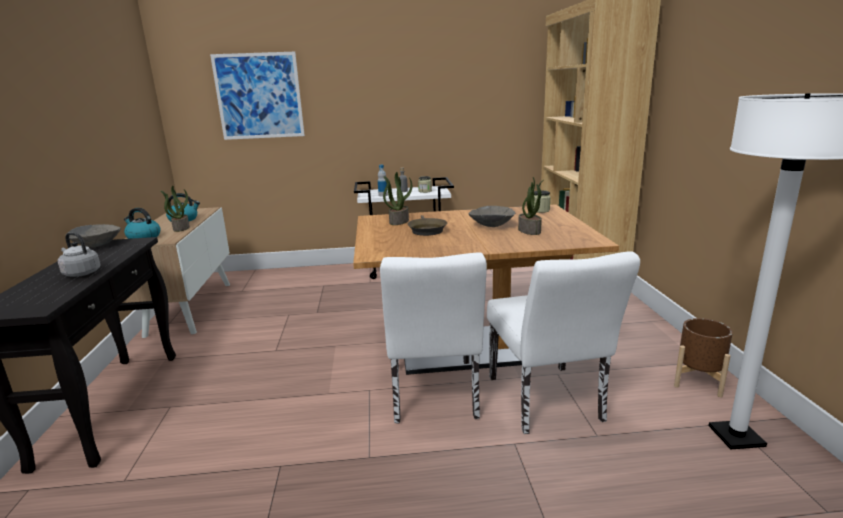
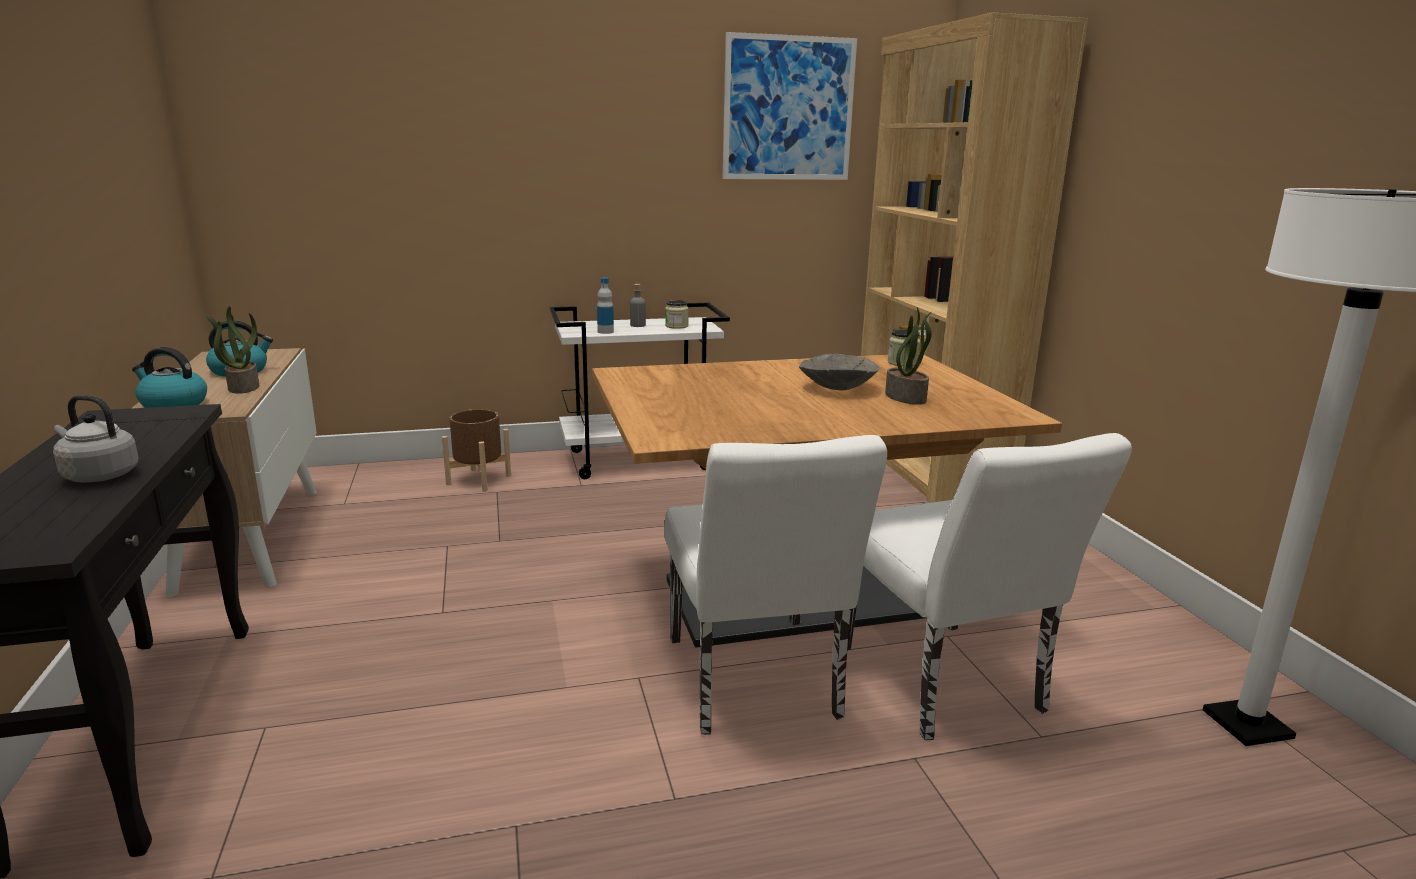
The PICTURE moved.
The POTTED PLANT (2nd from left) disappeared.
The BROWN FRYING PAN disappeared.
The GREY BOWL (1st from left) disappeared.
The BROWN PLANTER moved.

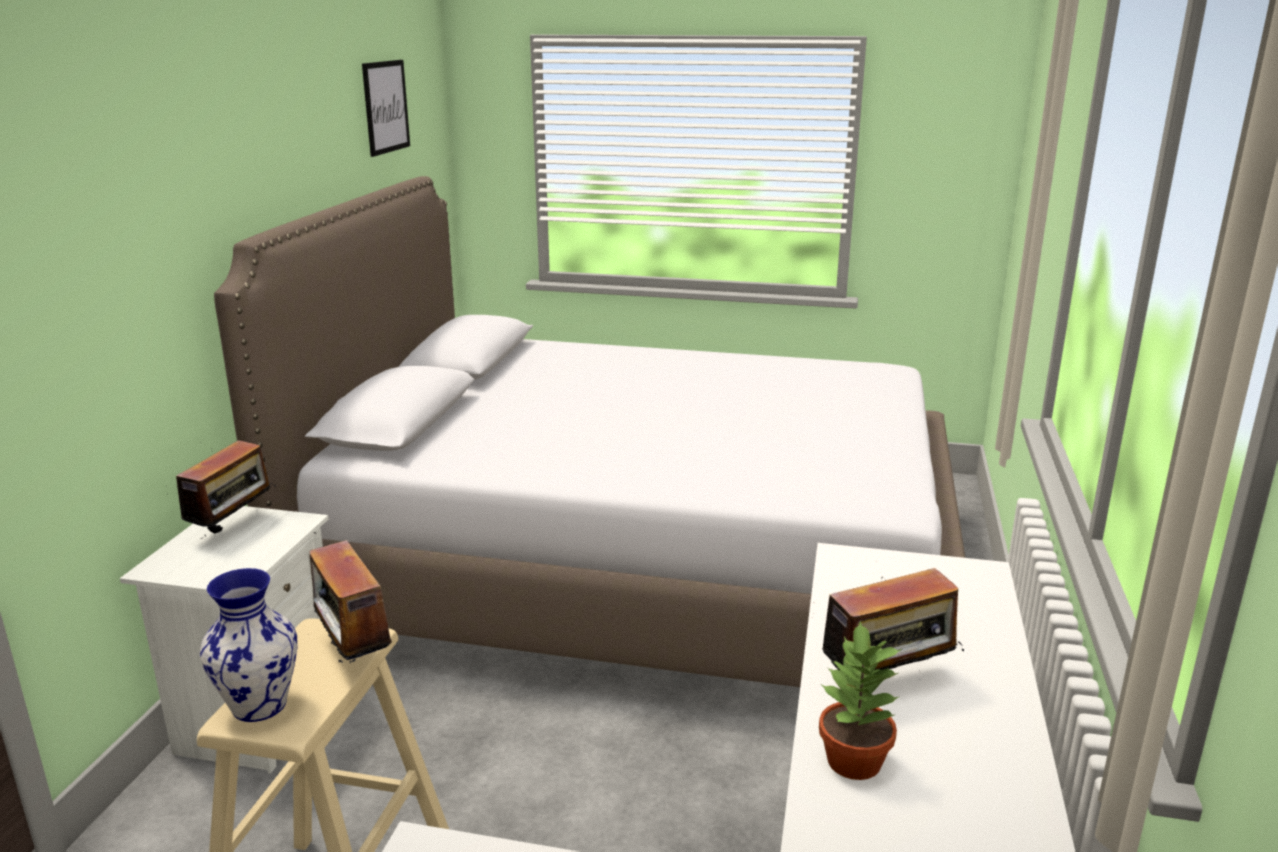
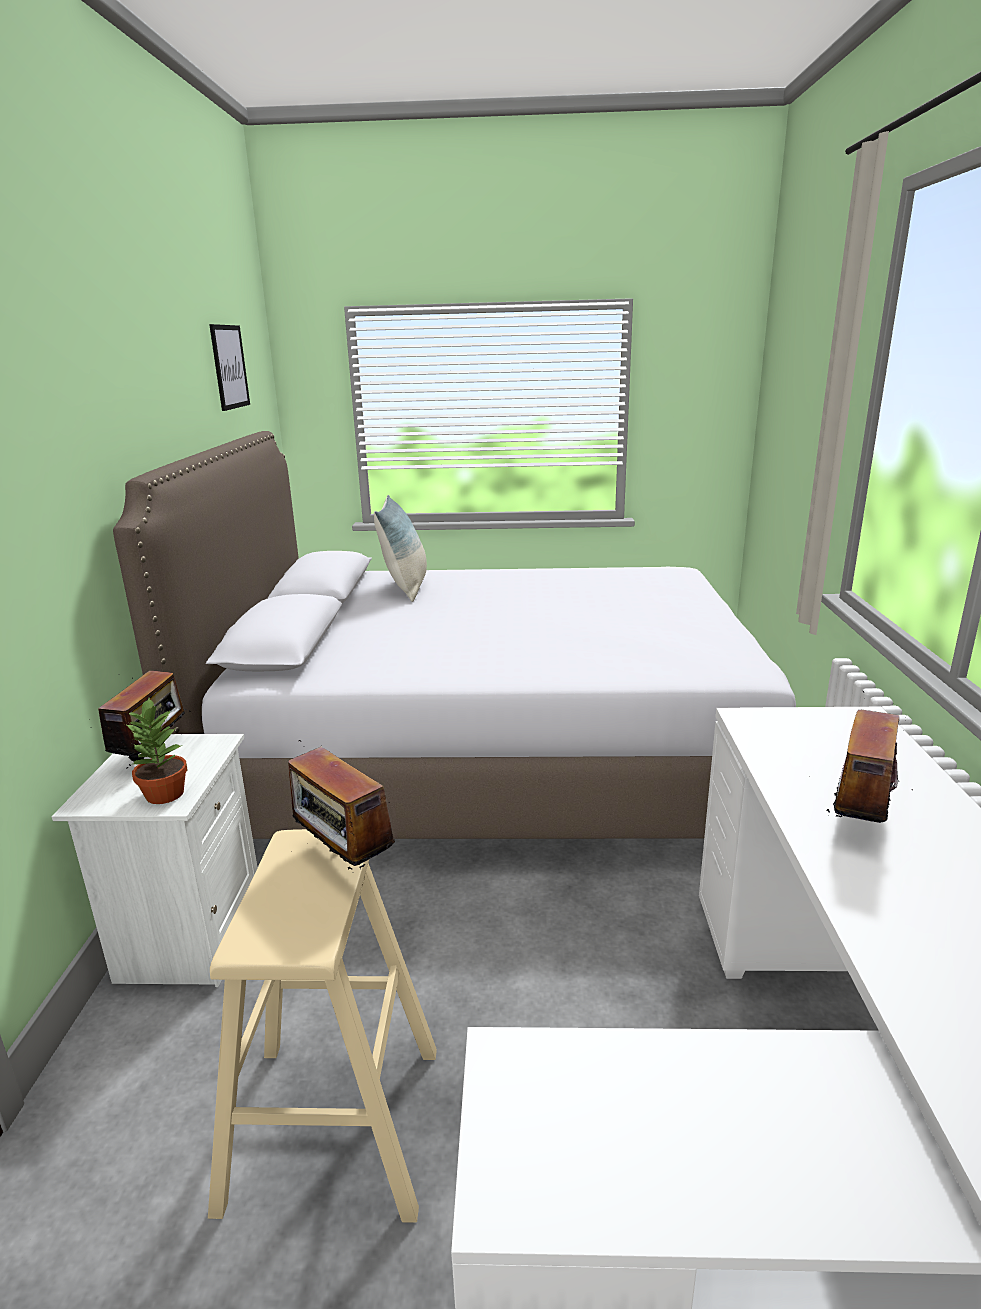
The RADIO (3rd from left) turned 150 degrees clockwise.
The VASE disappeared.
The POTTED PLANT moved.
The PILLOW appeared.

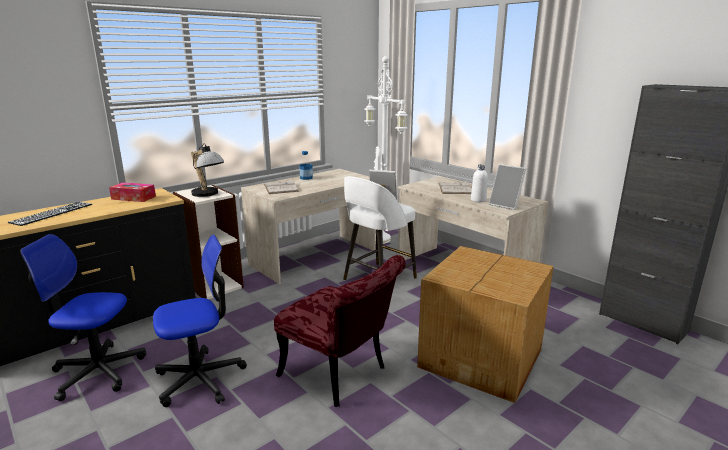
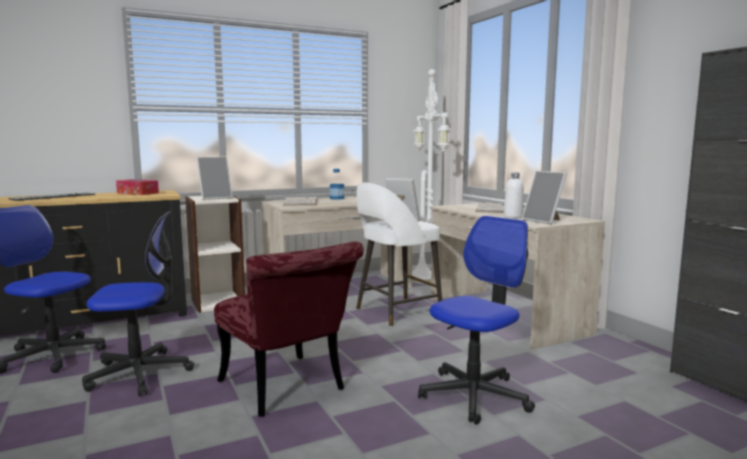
The TABLE LAMP was replaced by the PICTURE FRAME (1st from left).
The CARDBOARD BOX was replaced by the OFFICE CHAIR (3rd from left).

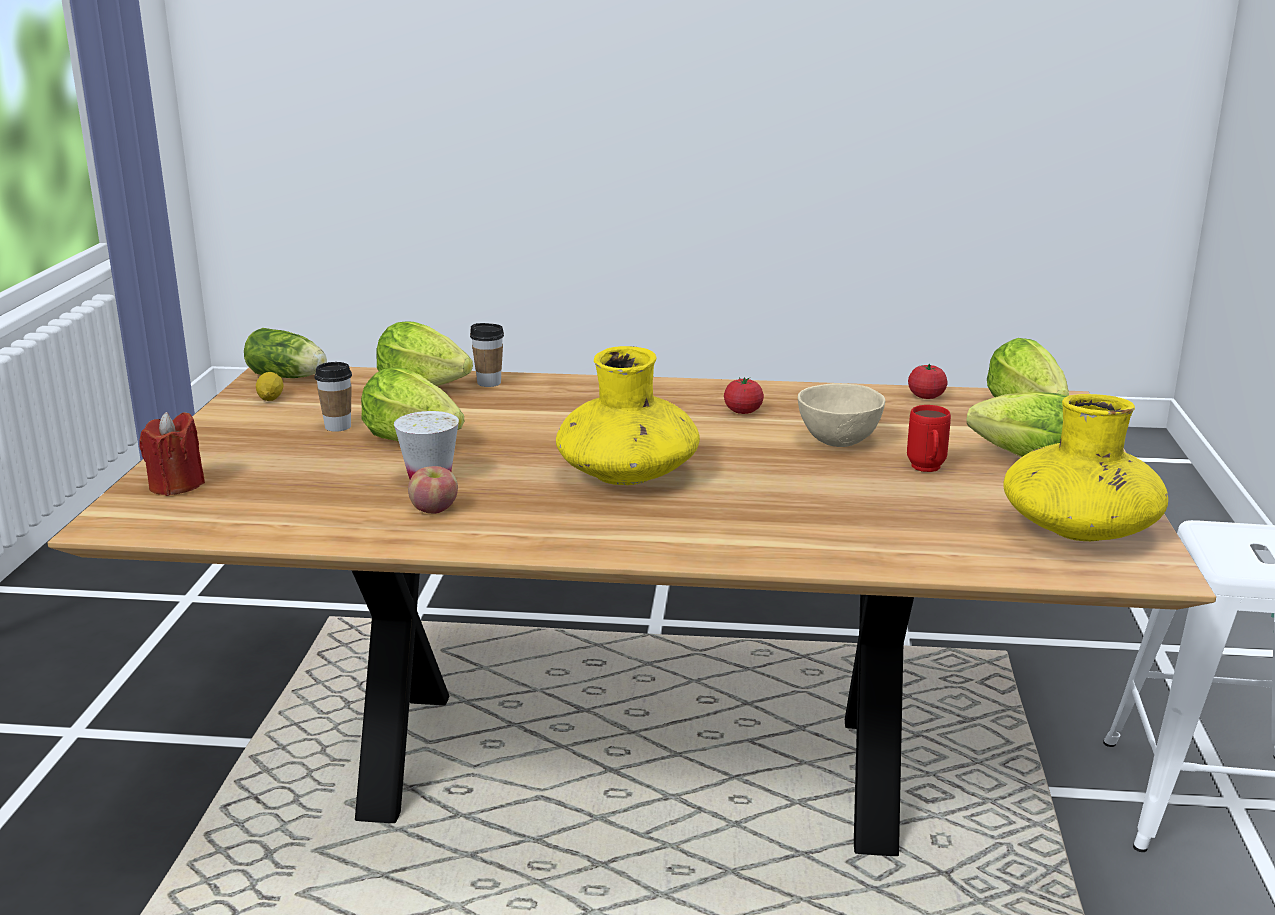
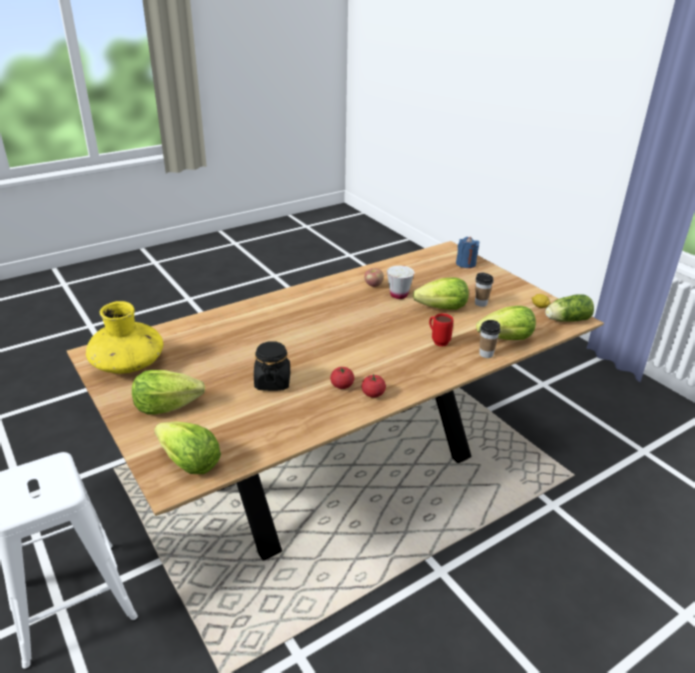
The YELLOW VASE (1st from left) disappeared.
The TOMATO (2nd from left) moved.
The BEIGE BOWL was replaced by the BLACK JAR.
The RED MUG moved.
The RED CANDLE became the BLUE CANDLE.

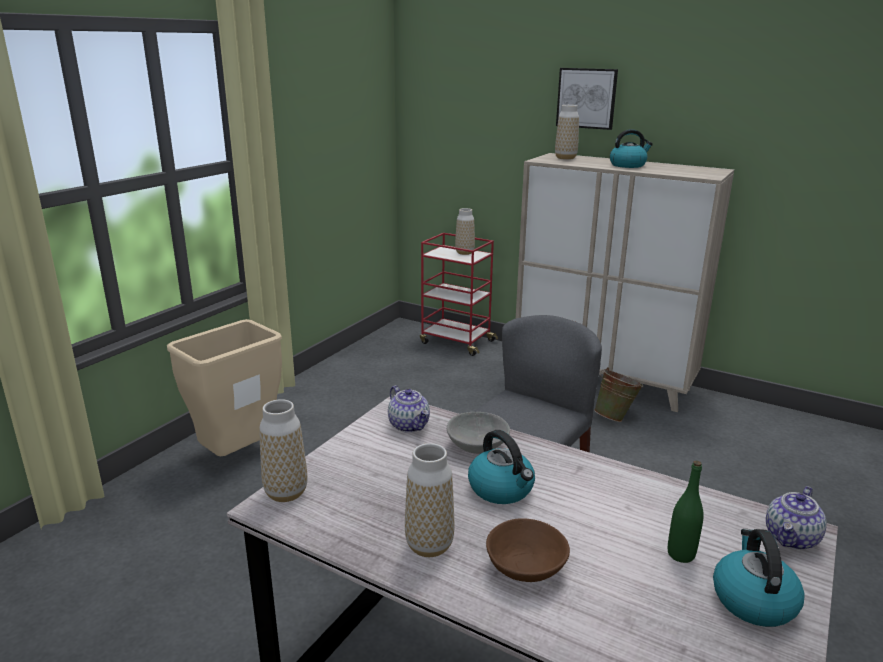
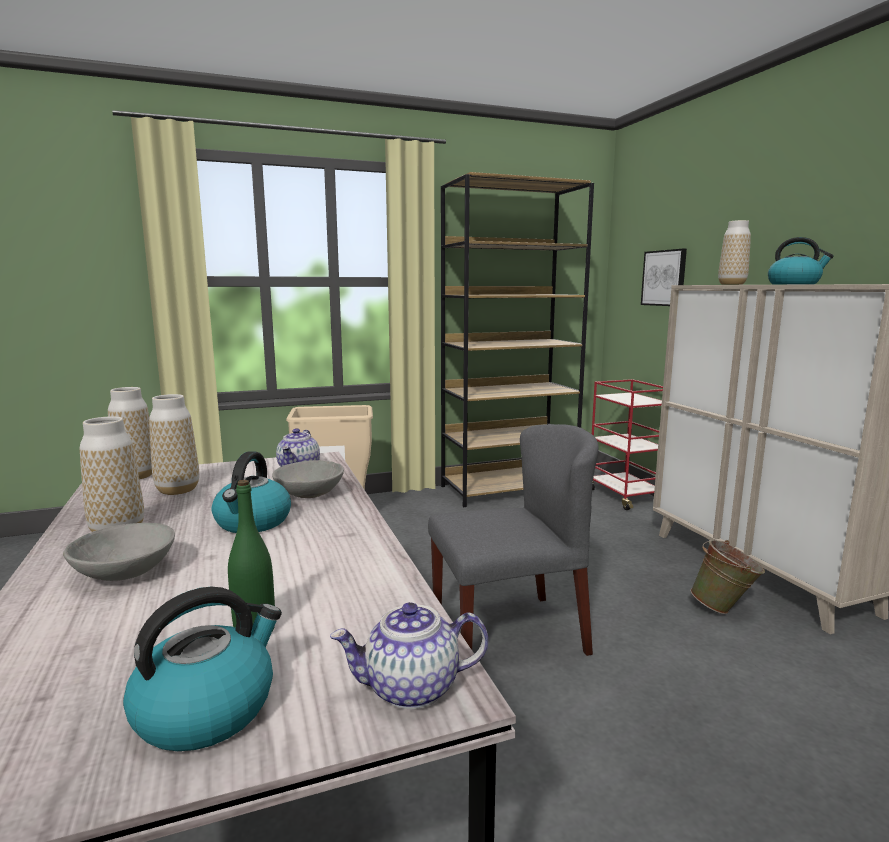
The PICTURE moved.
The VASE (3rd from left) moved.
The BROWN BOWL became the GREY BOWL (1st from left).
The BROWN BOOKCASE appeared.

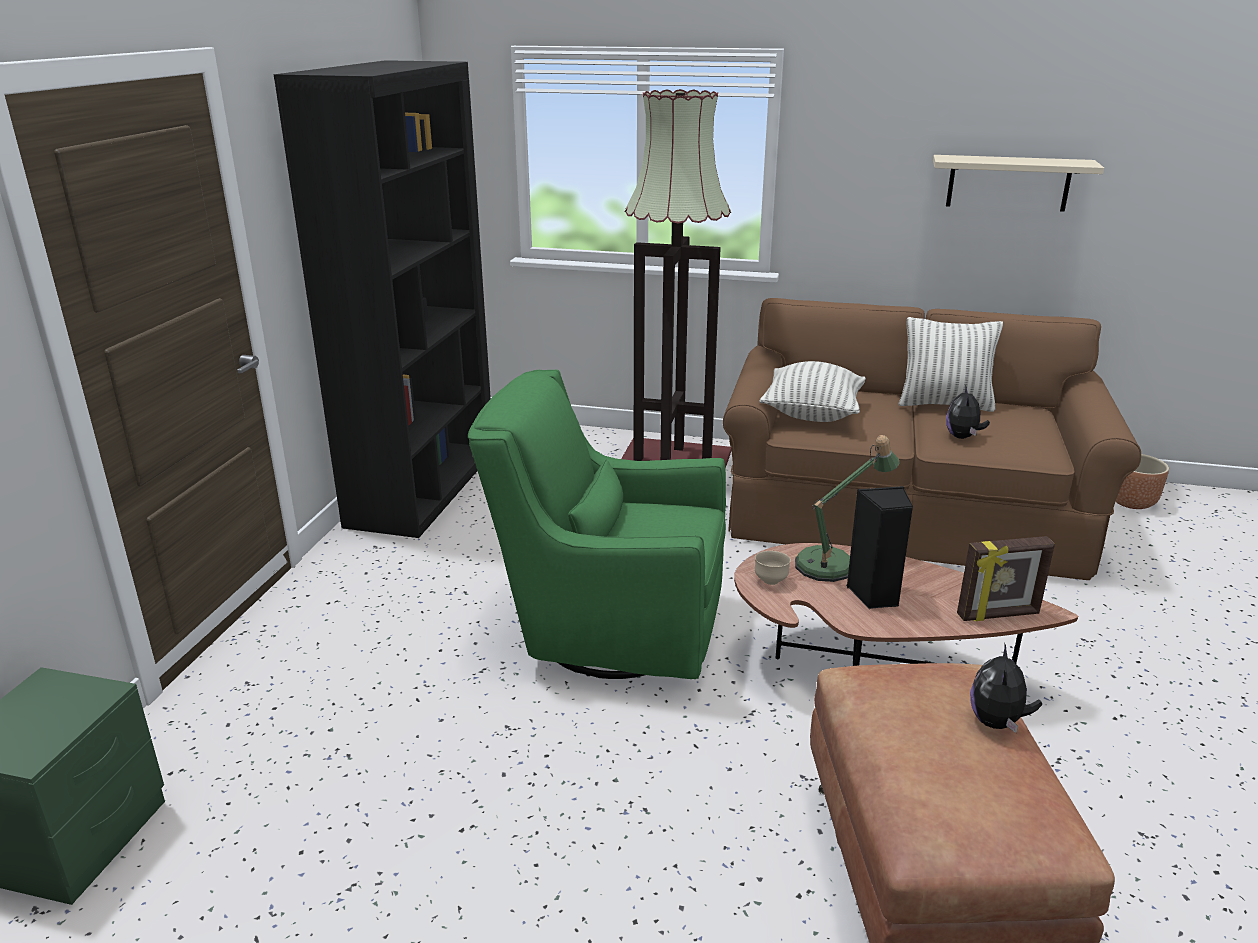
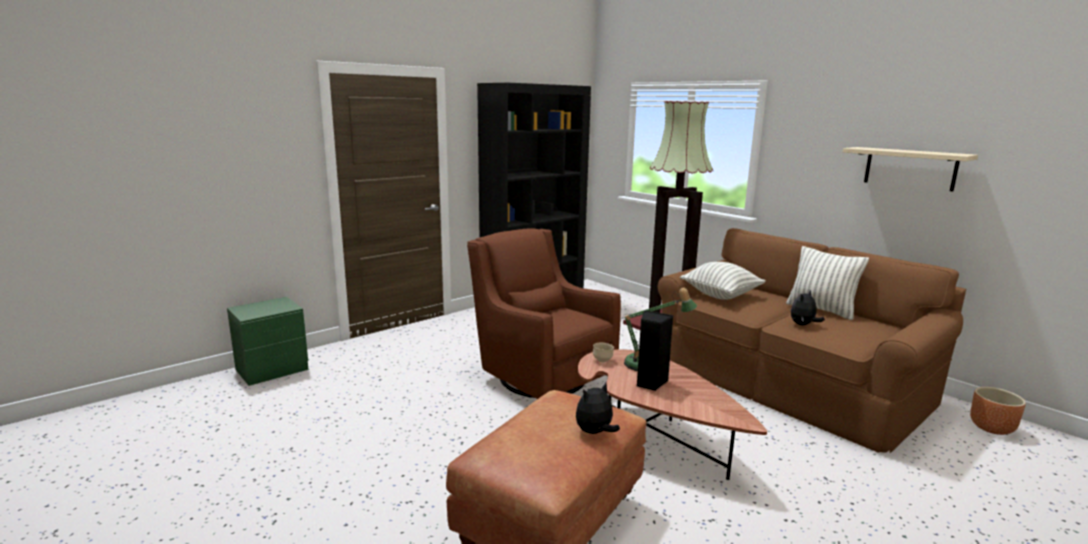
The GREEN ARMCHAIR became the BROWN ARMCHAIR.
The PICTURE FRAME disappeared.

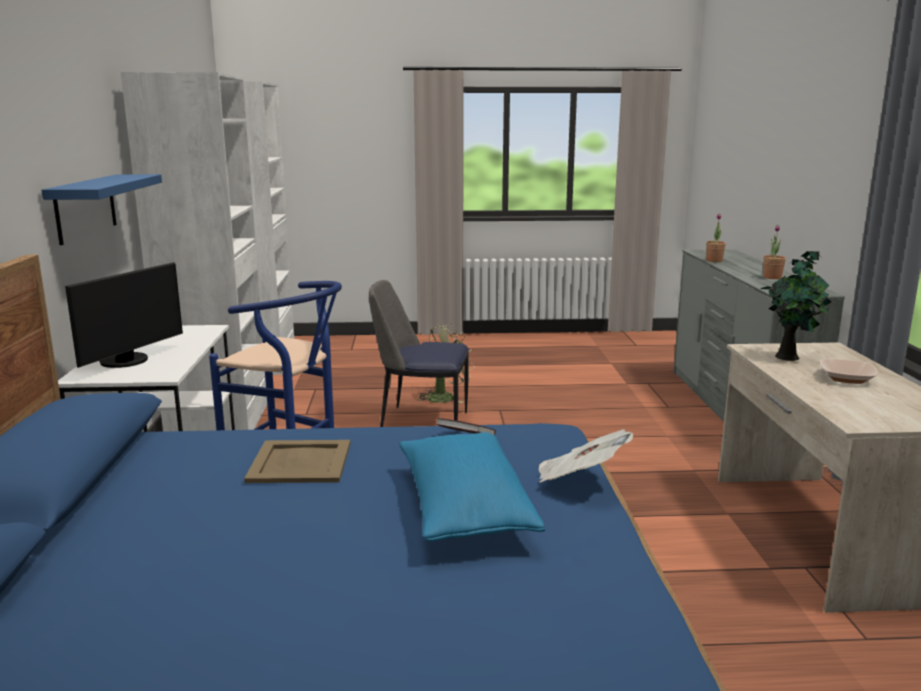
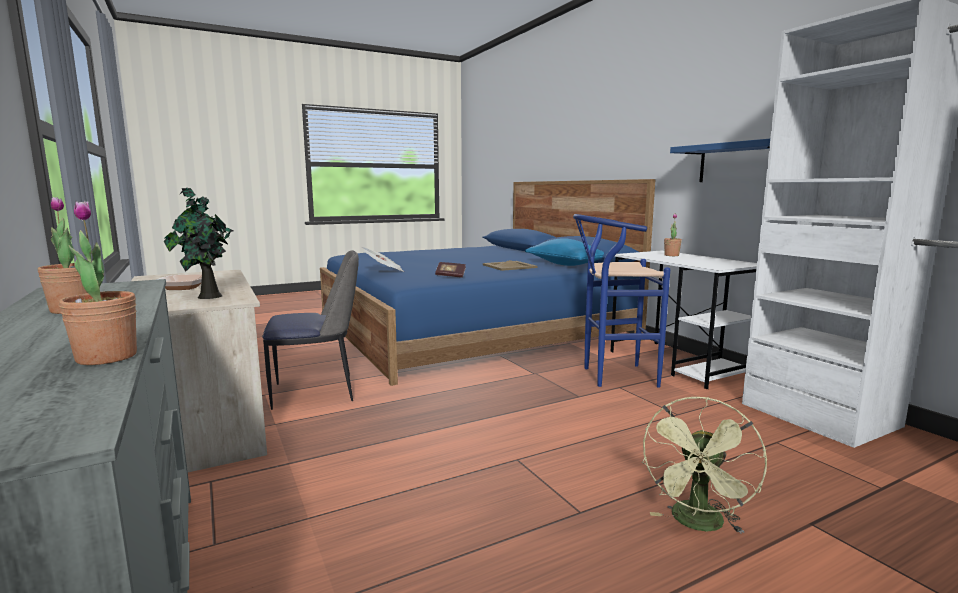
The MONITOR was replaced by the POTTED PLANT (4th from left).
The CHAIR moved.
The BLUE PILLOW moved.

